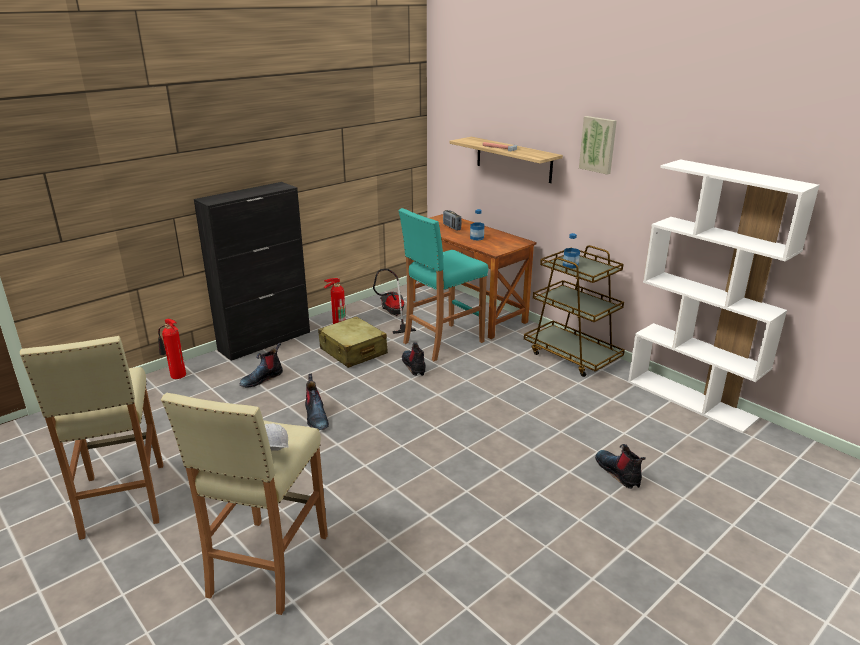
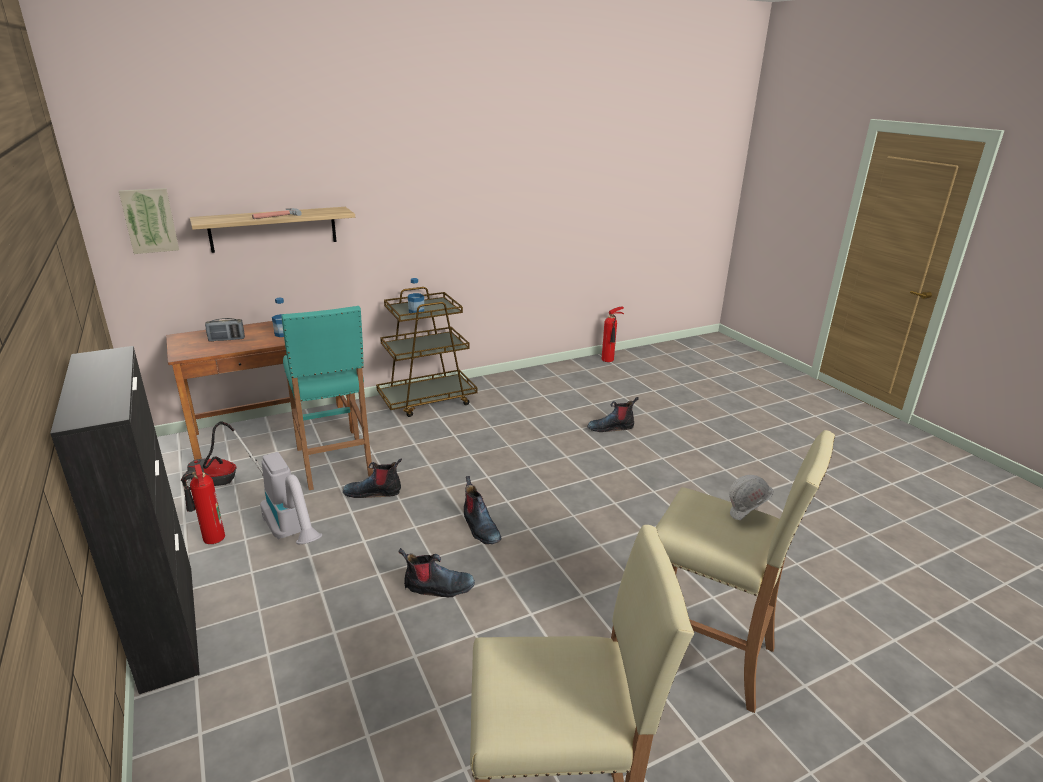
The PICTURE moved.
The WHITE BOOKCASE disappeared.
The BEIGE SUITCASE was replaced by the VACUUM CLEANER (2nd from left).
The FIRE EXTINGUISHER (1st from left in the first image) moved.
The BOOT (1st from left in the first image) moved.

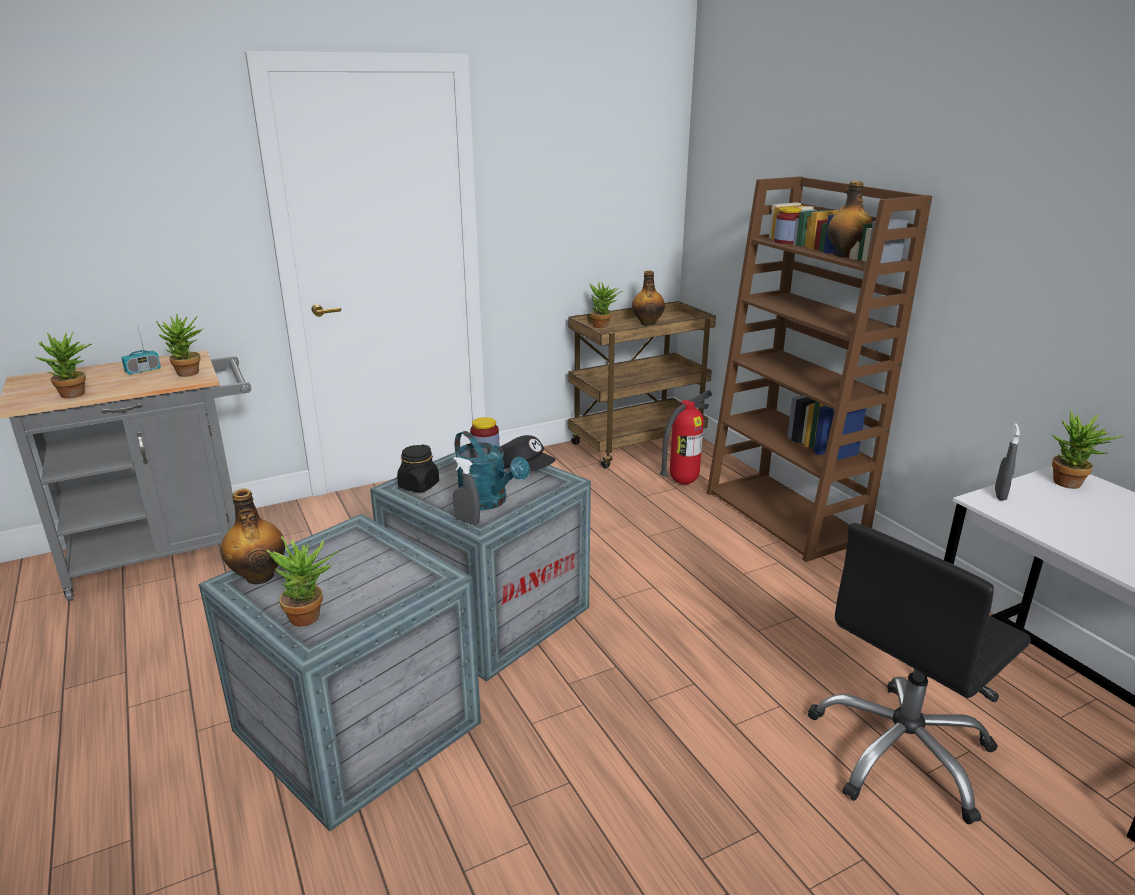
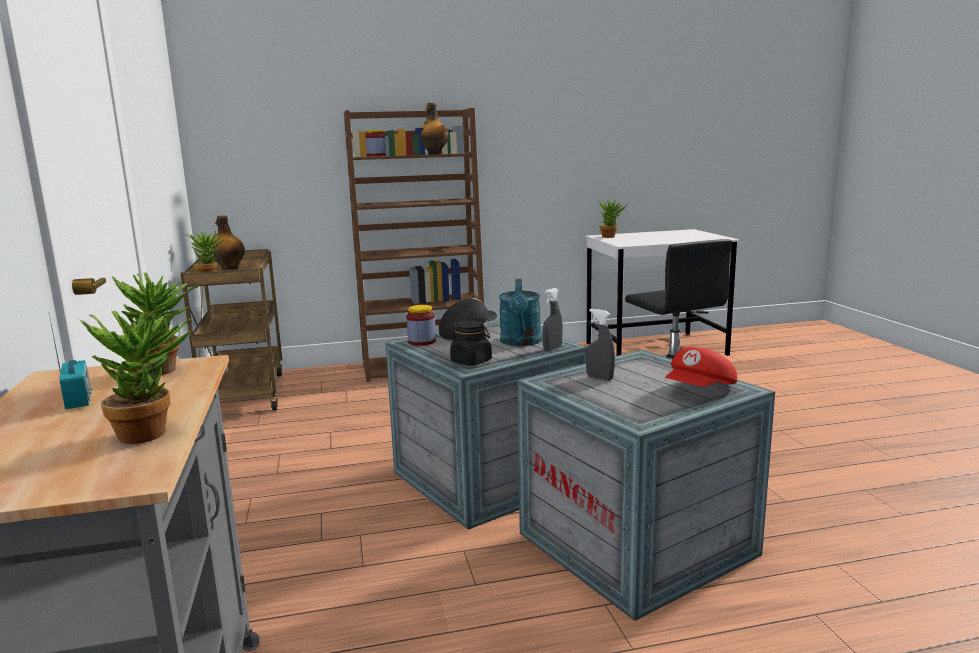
The FIRE EXTINGUISHER disappeared.
The GREY SPRAY BOTTLE (2nd from left) moved.
The TURQUOISE WATERING CAN turned 120 degrees clockwise.
The BOTTLE (1st from left) disappeared.
The POTTED PLANT (3rd from left) was replaced by the RED CAP.

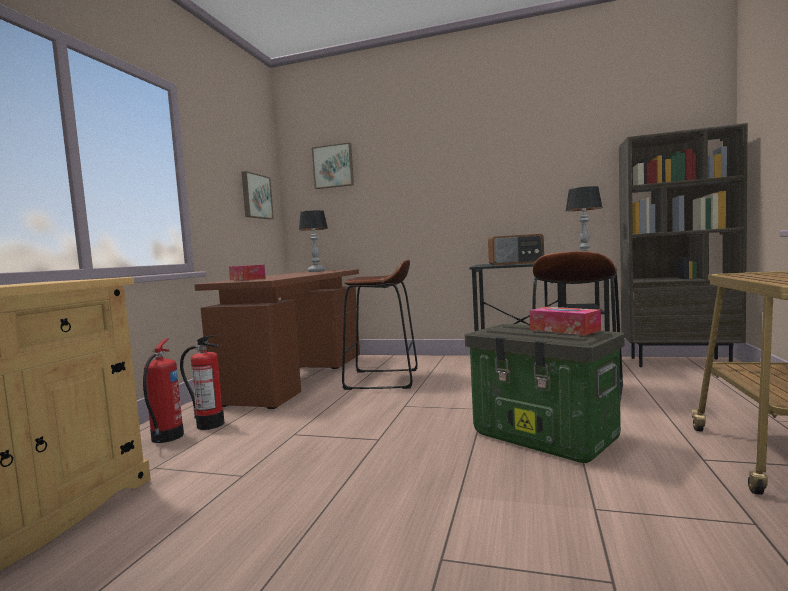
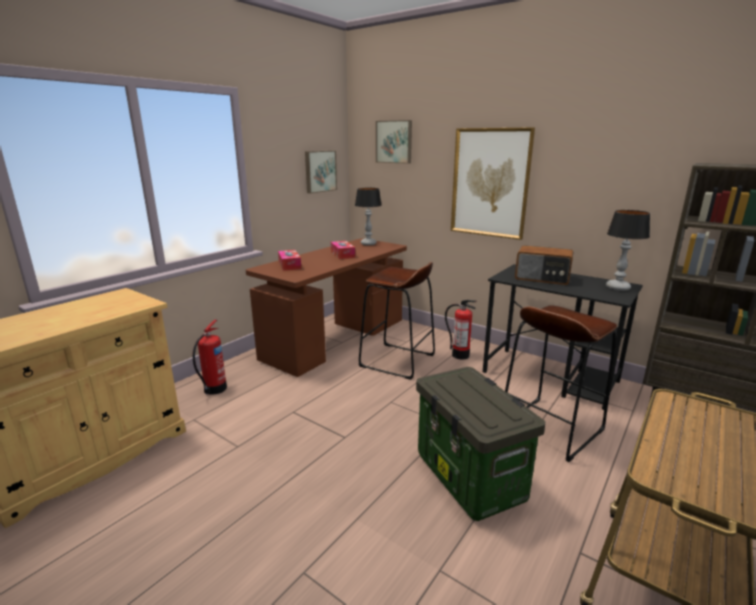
The TISSUE BOX (2nd from left) moved.
The FIRE EXTINGUISHER (2nd from left) moved.
The PICTURE (3rd from left) appeared.

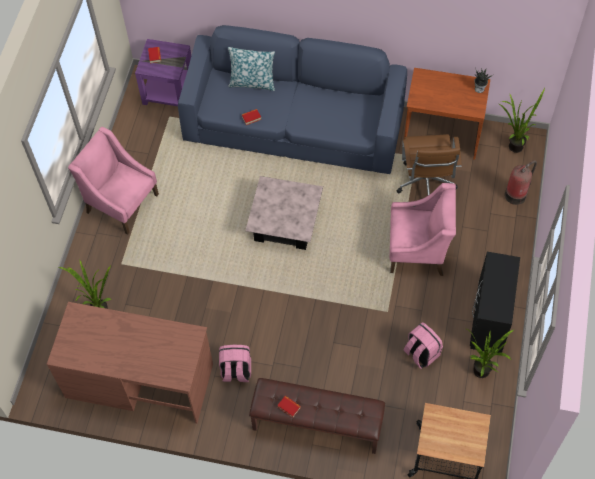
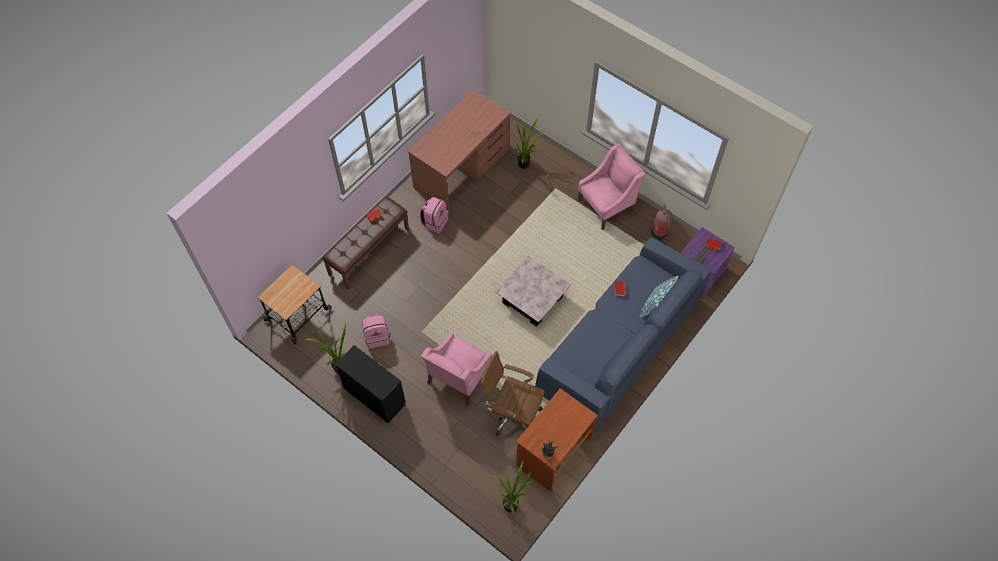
The FIRE EXTINGUISHER moved.

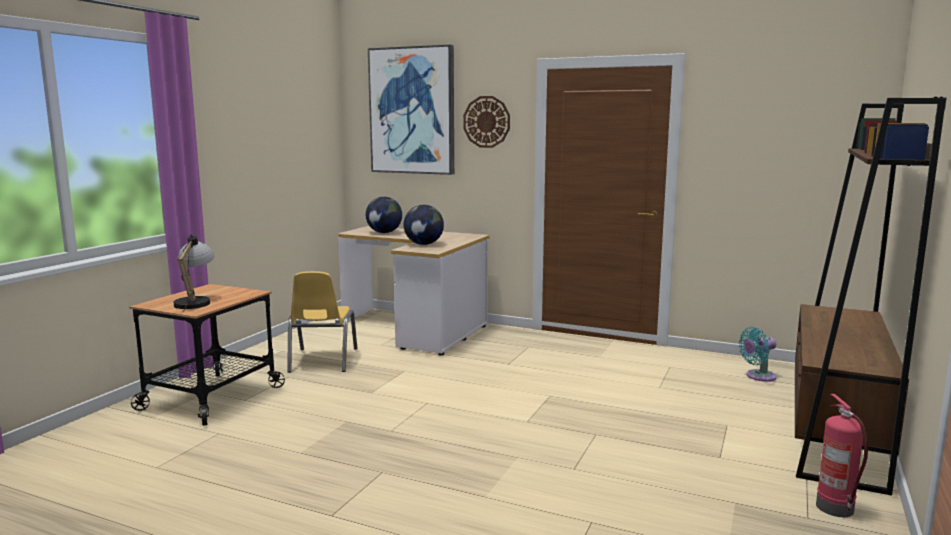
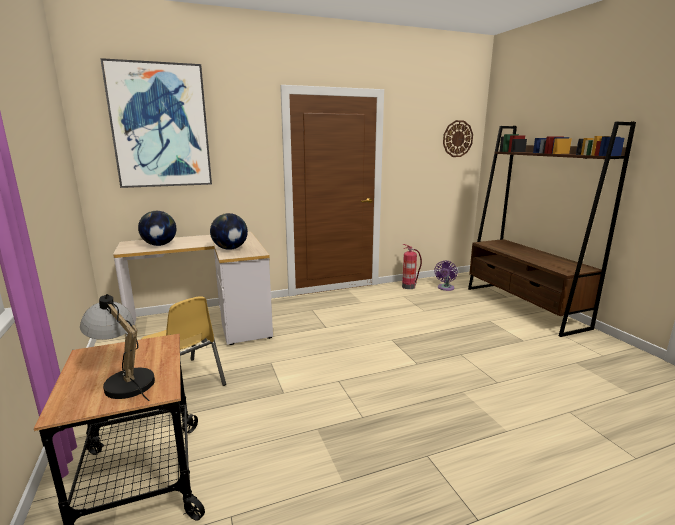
The WALL CLOCK moved.
The TURQUOISE FAN became the PURPLE FAN.
The FIRE EXTINGUISHER moved.

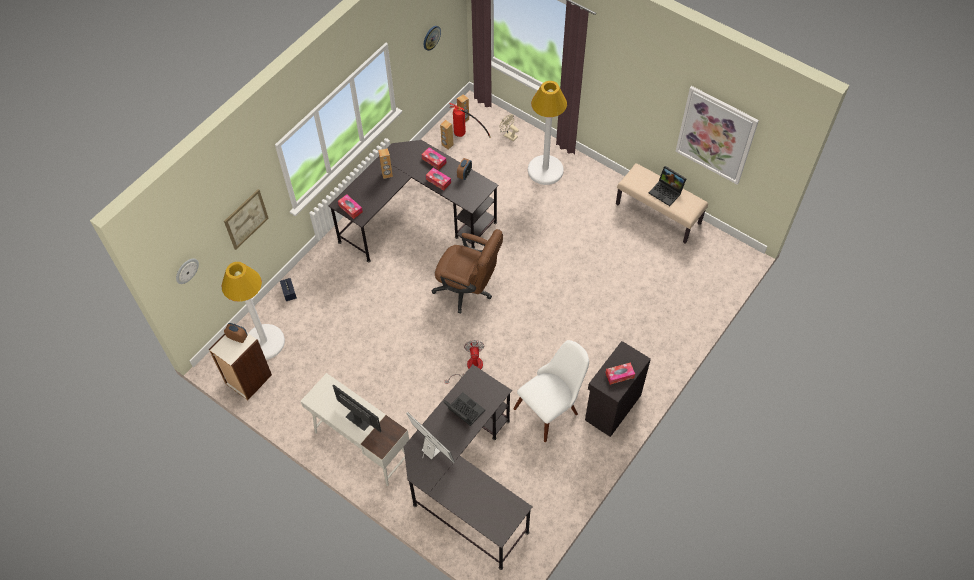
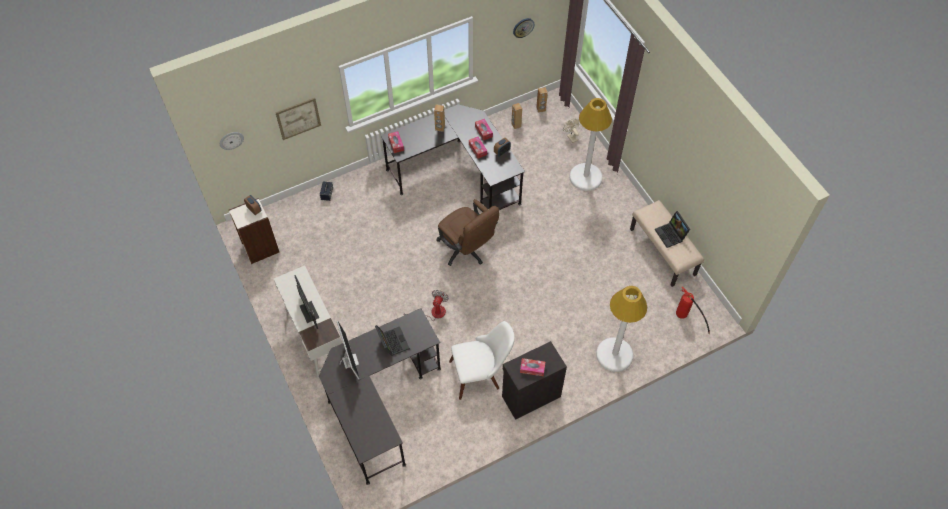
The PICTURE (2nd from left) disappeared.
The FIRE EXTINGUISHER moved.
The WHITE FLOOR LAMP (1st from left in the first image) moved.

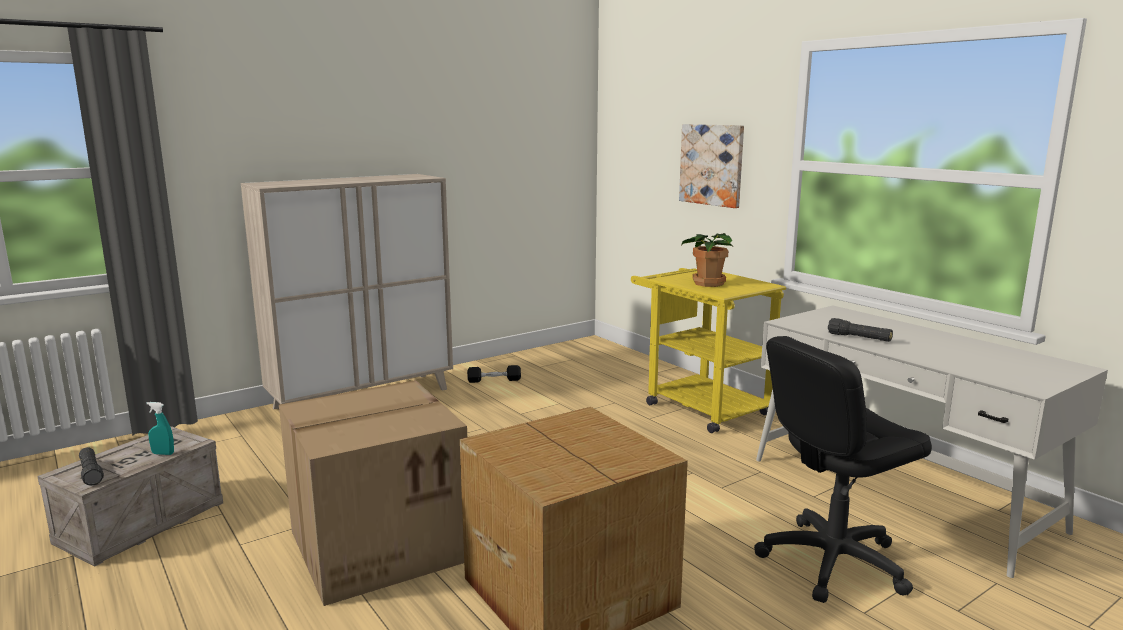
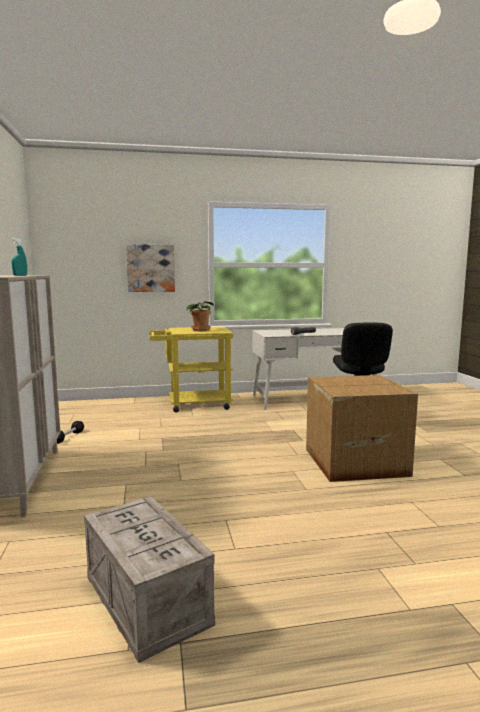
The CARDBOARD BOX (1st from left) disappeared.
The TURQUOISE SPRAY BOTTLE moved.
The BLACK FLASHLIGHT (1st from left) disappeared.

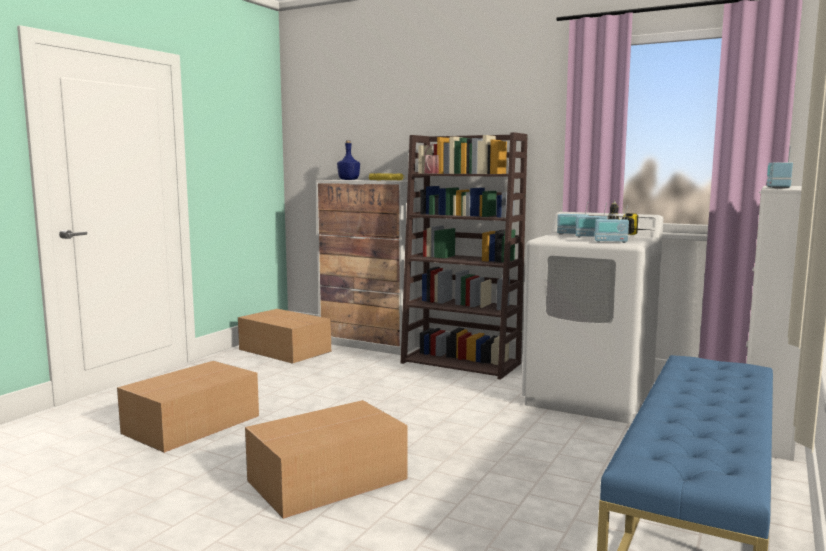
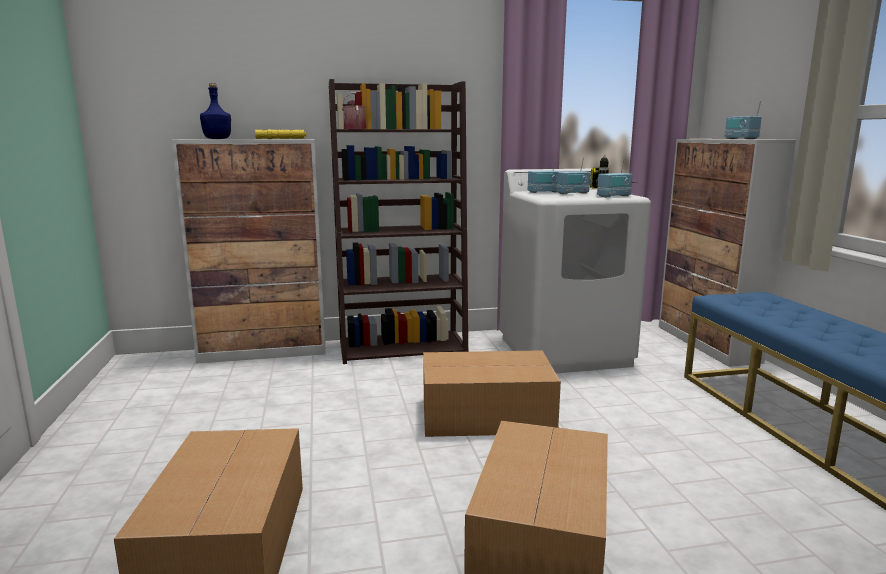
The CARDBOARD BOX (2nd from left) moved.

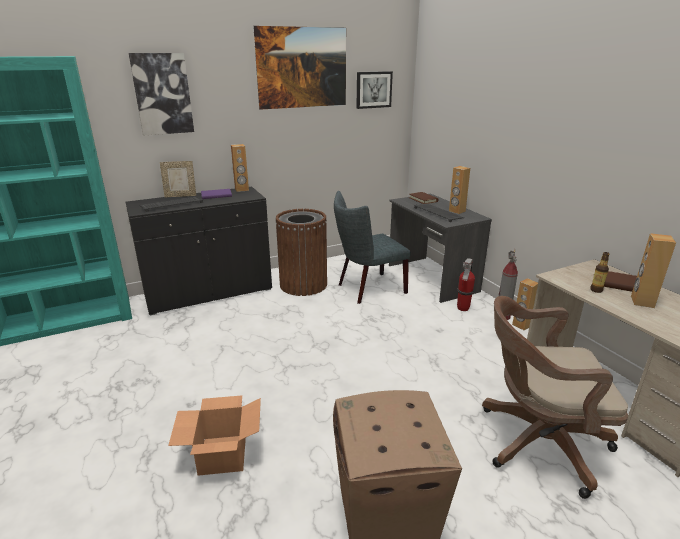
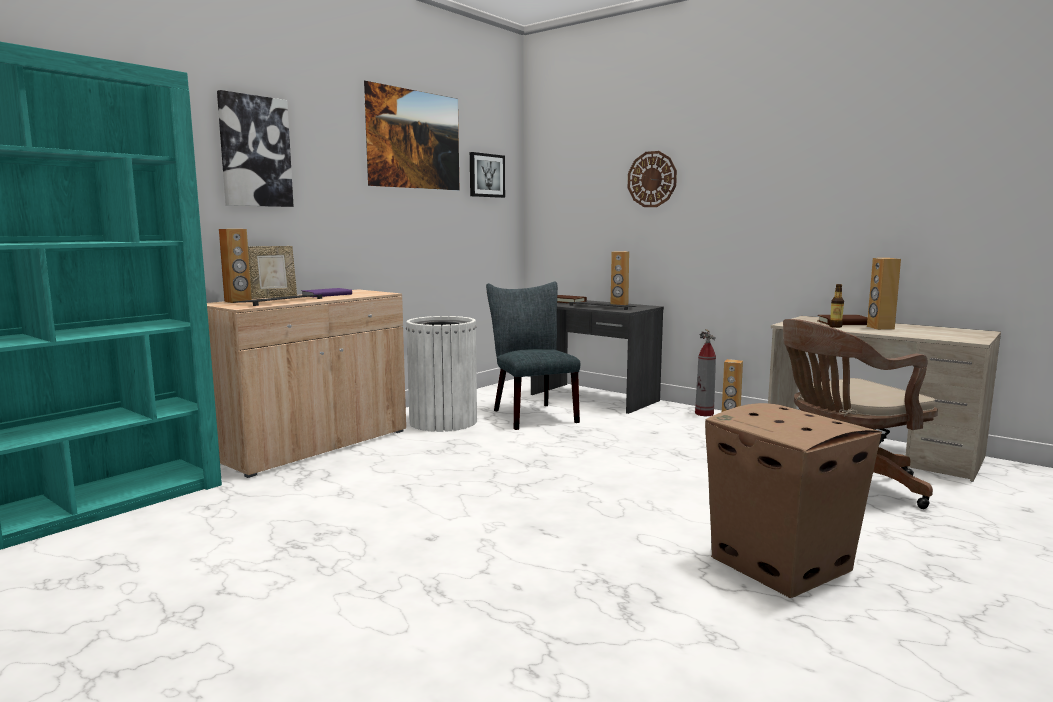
The BROWN SPEAKER (1st from left) moved.
The BLACK CABINET became the BEIGE CABINET.
The GREY CHAIR turned 120 degrees clockwise.
The BROWN TRASH CAN became the WHITE TRASH CAN.
The FIRE EXTINGUISHER (1st from left) disappeared.
The CARDBOARD BOX (1st from left) disappeared.
The WALL CLOCK appeared.

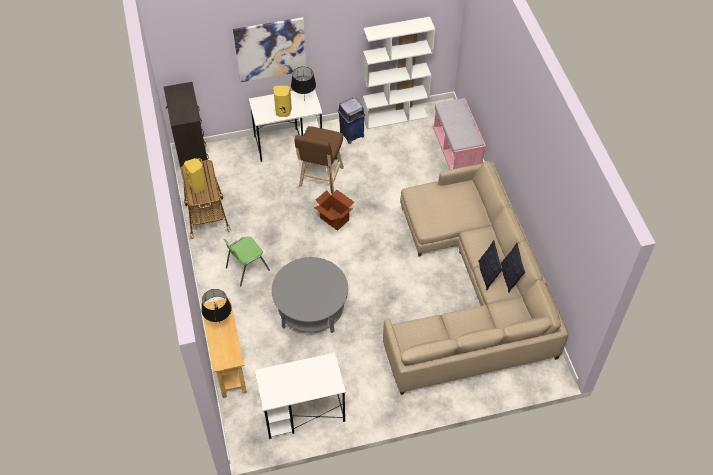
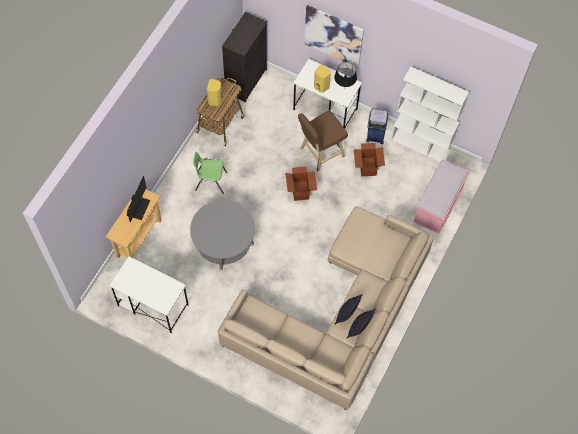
The BLACK TABLE LAMP (1st from left) was replaced by the MONITOR.
The CARDBOARD BOX (2nd from left) appeared.

